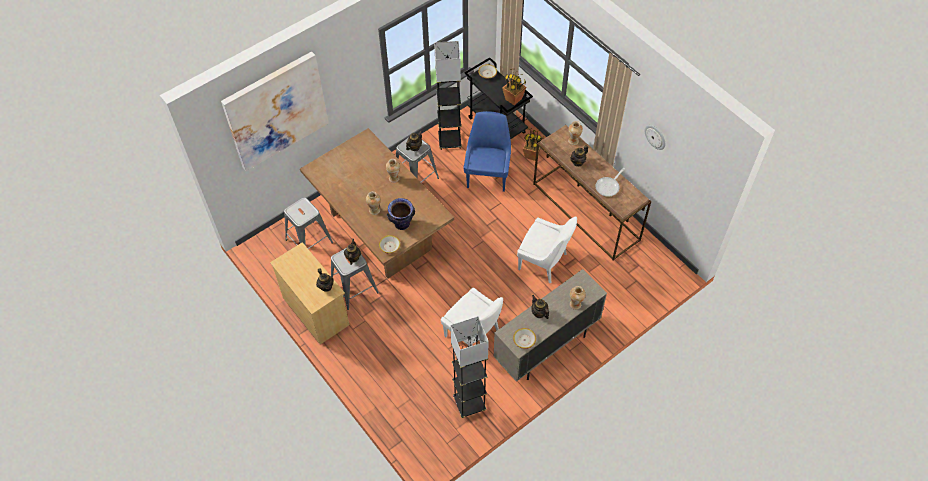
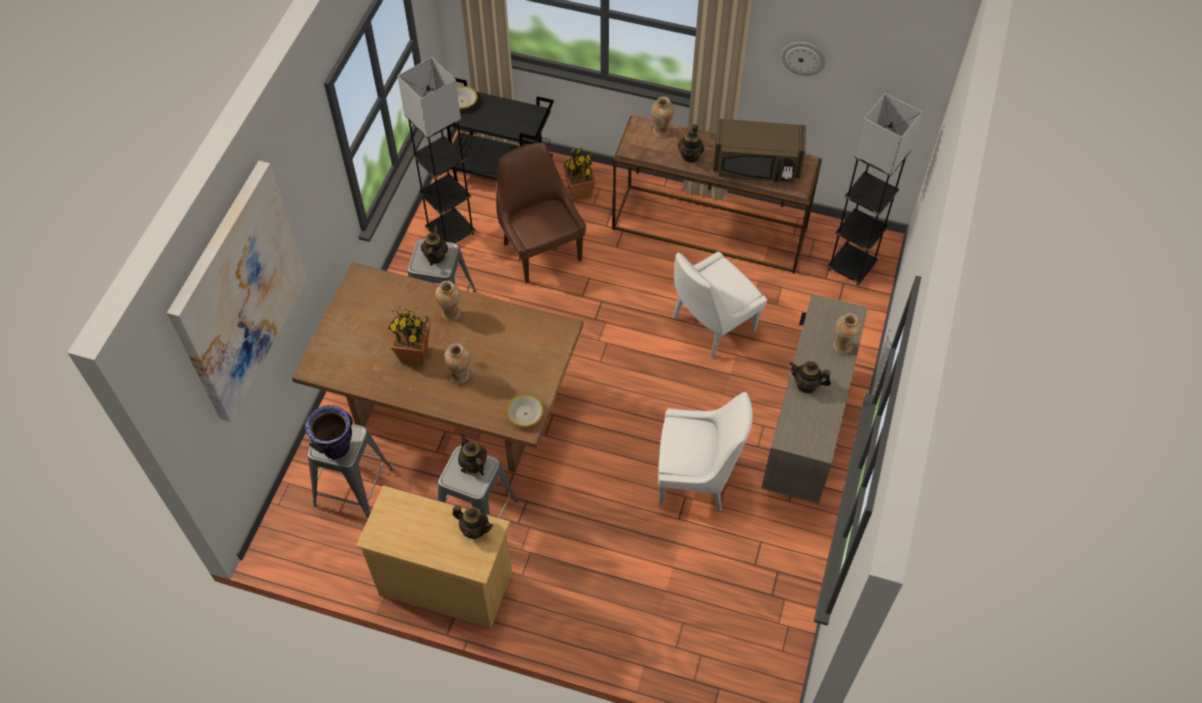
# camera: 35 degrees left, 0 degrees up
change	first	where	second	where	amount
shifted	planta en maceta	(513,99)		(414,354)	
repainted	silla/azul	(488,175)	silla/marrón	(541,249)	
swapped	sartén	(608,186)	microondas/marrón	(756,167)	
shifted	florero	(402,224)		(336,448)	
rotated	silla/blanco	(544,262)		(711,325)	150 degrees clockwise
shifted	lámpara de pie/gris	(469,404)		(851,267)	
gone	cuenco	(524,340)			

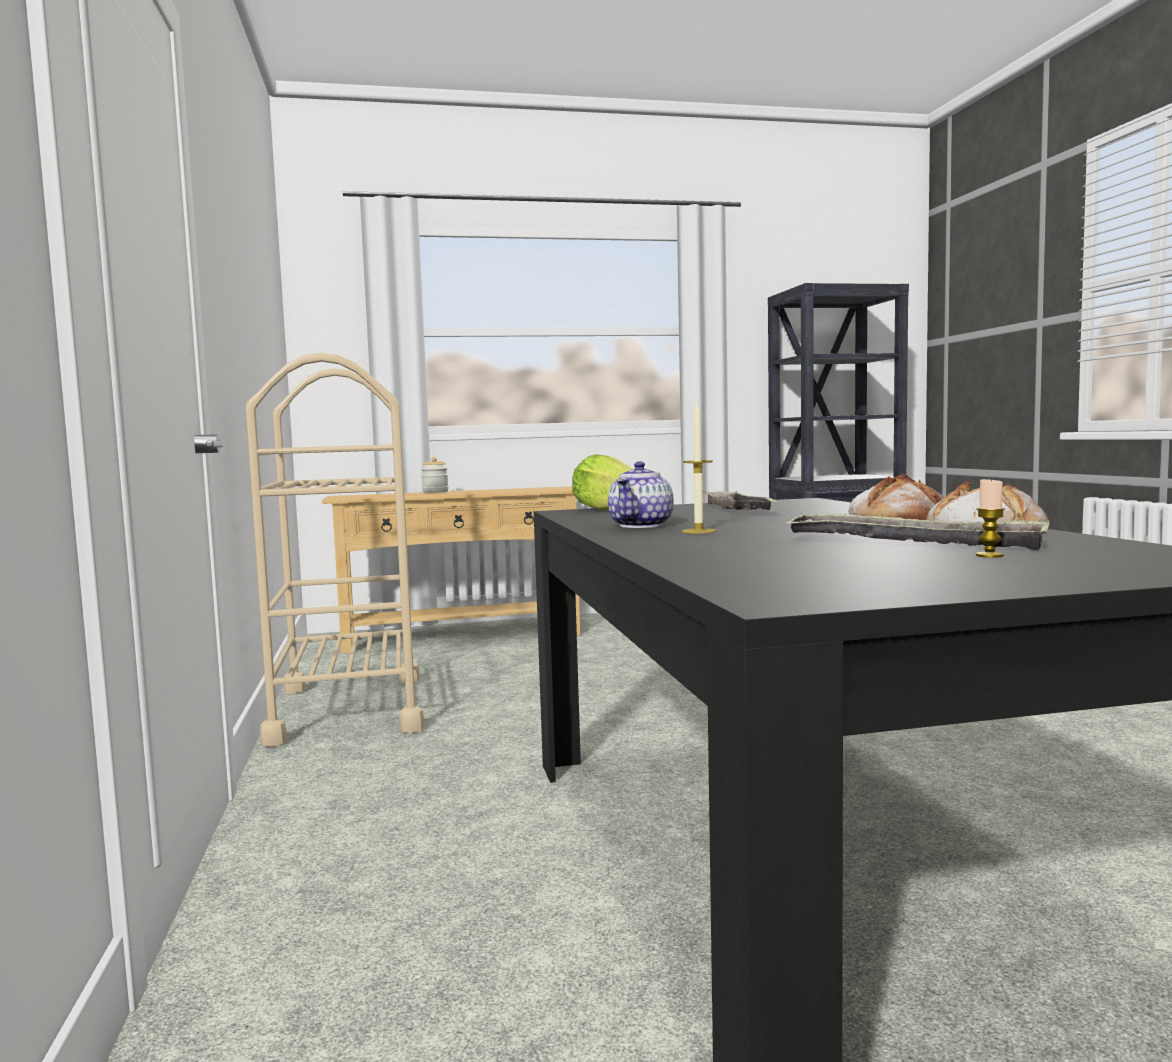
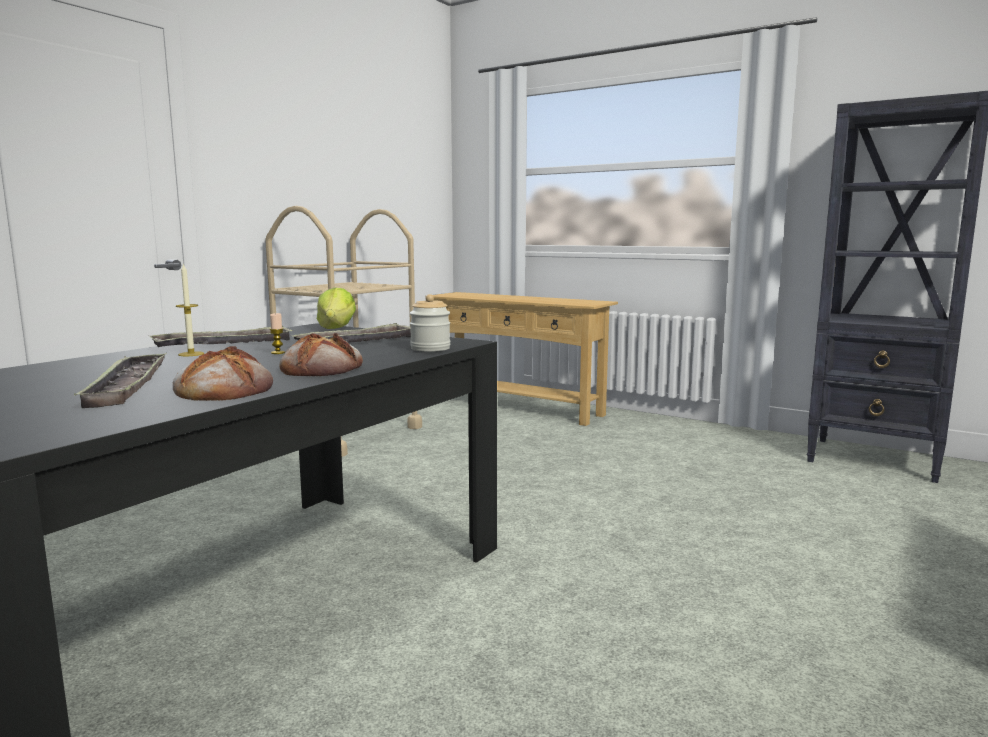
# camera: 45 degrees right, 5 degrees up
change	first	where	second	where	amount
shifted	tarro	(435,492)		(430,348)	
swapped	tetera	(642,525)	bandeja	(225,344)	
shifted	vela	(989,555)		(278,353)	

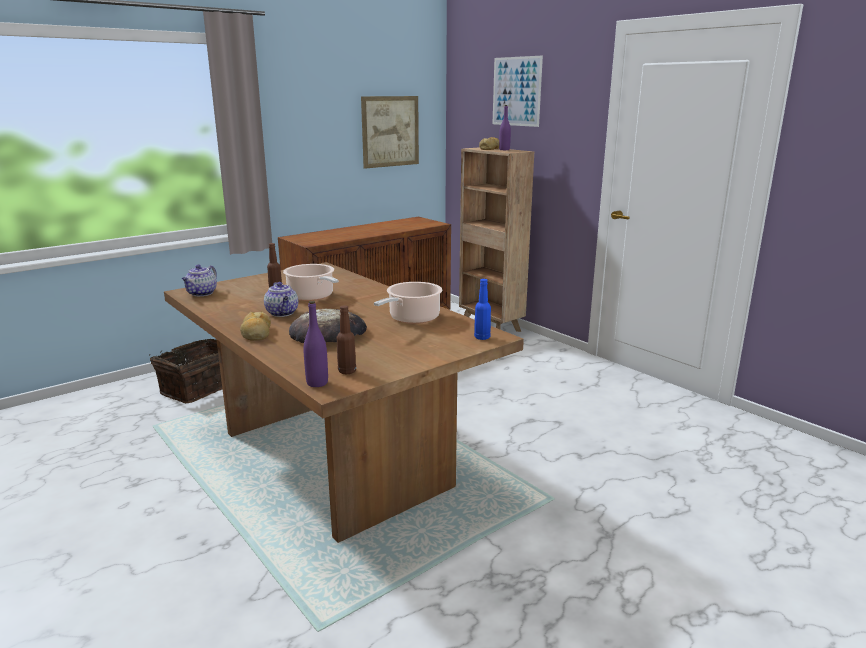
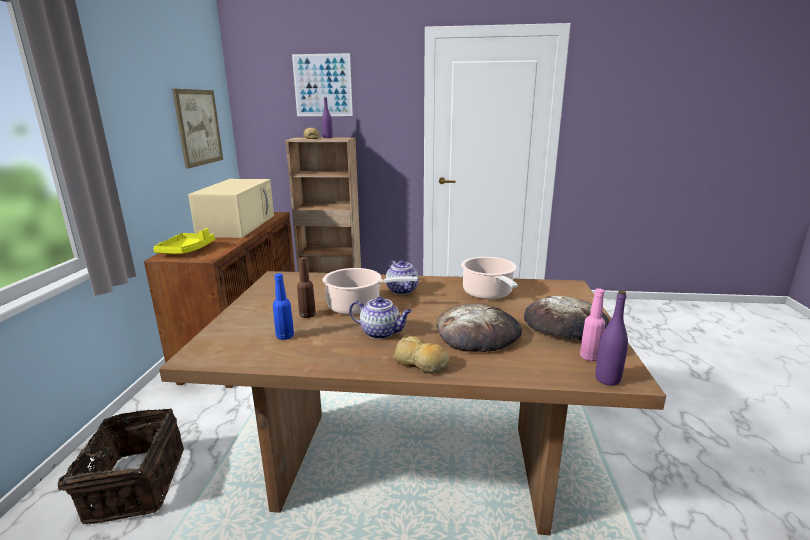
# camera: 45 degrees left, 0 degrees up
change	first	where	second	where	amount
shifted	tetera	(201,293)		(403,290)	
shifted	botella/azul	(482,337)		(285,336)	
repainted	botella/marrón	(347,371)	botella/rosa	(589,357)	
new			microondas/beis	(238,225)	
new			bandeja/amarillo	(187,250)	
new			pan	(566,325)	

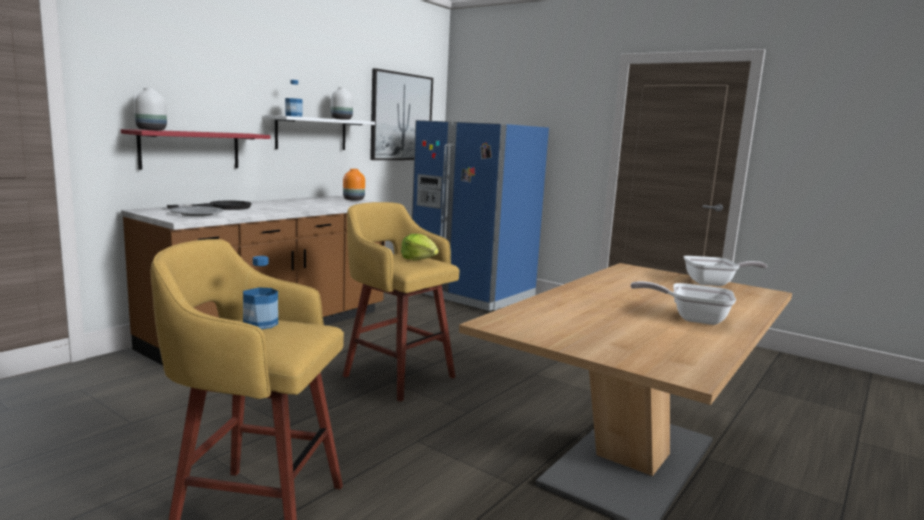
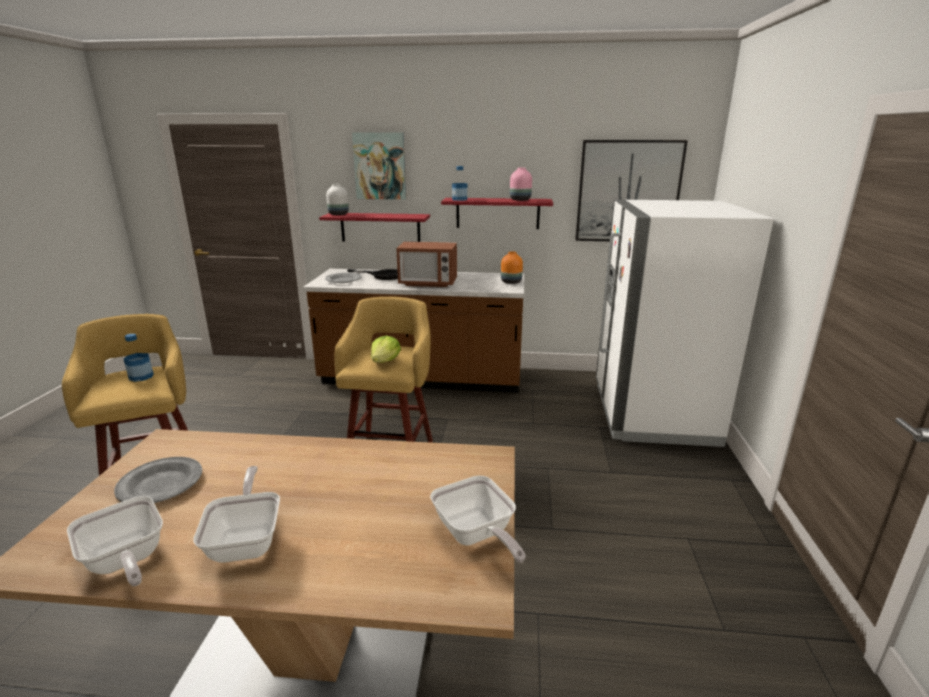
# camera: 60 degrees right, 10 degrees up
change	first	where	second	where	amount
repainted	florero/blanco	(342,119)	florero/rosa	(520,200)	
repainted	estante/blanco	(311,133)	estante/rojo	(497,213)	
repainted	nevera/azul	(472,294)	nevera/blanco	(652,413)	
new			cuadro	(380,166)	
new			microondas	(428,283)	
new			plato/gris	(161,484)	
new			sartén	(125,561)	

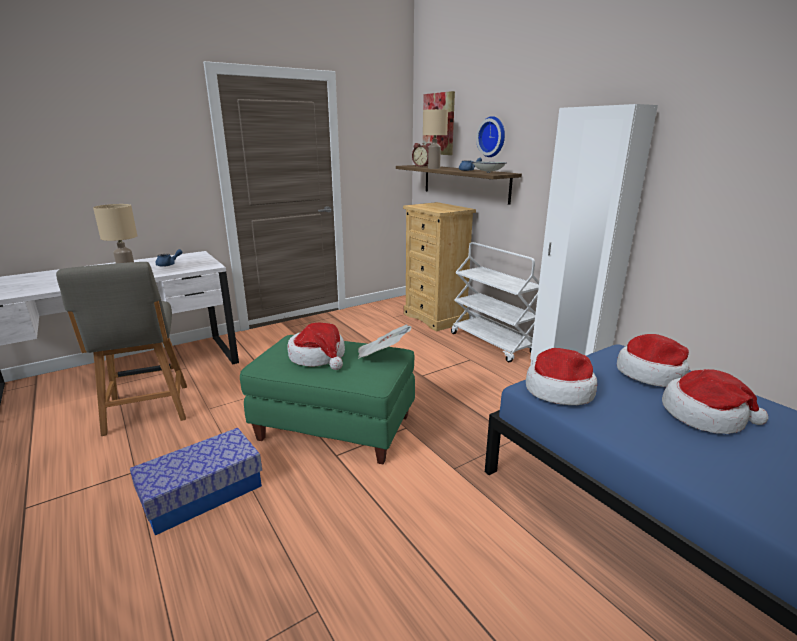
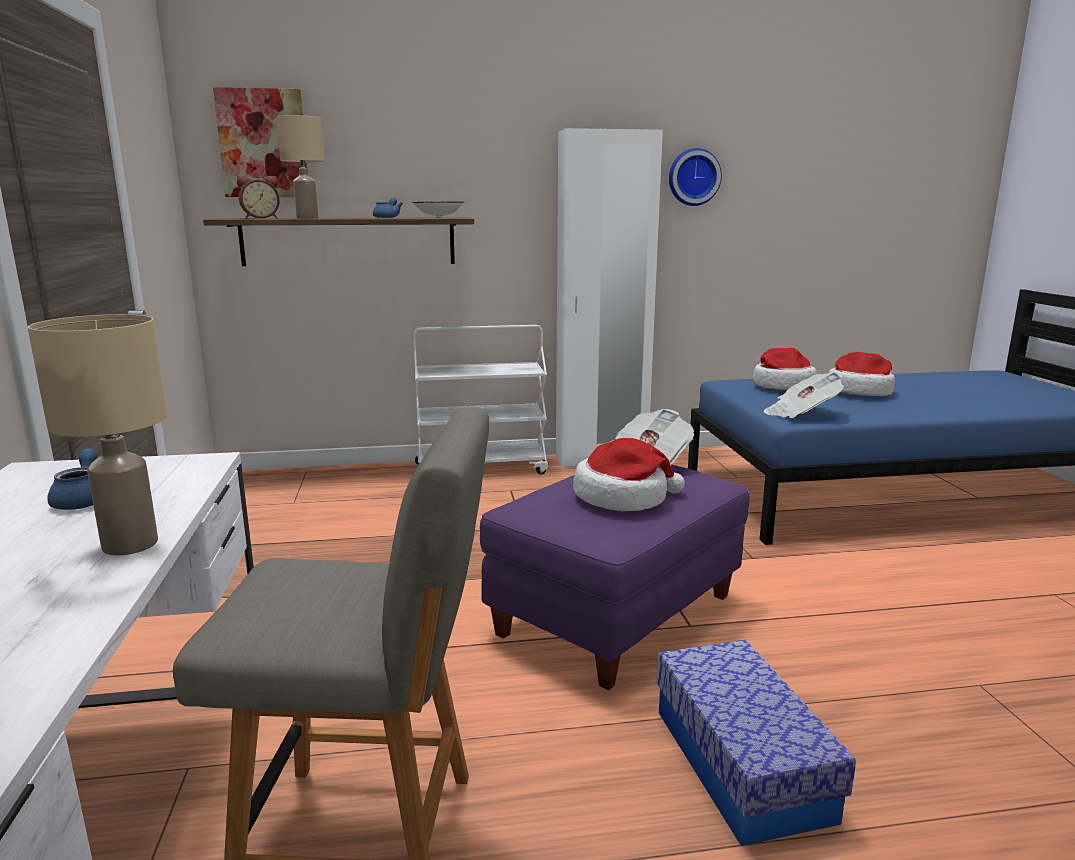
# camera: 65 degrees left, 5 degrees down
change	first	where	second	where	amount
shifted	reloj de pared	(493,137)		(693,177)	
gone	cómoda/beis	(435,318)			
repainted	puf/verde	(335,427)	puf/morado	(615,614)	
swapped	sombrero	(559,390)	periódico	(801,414)	

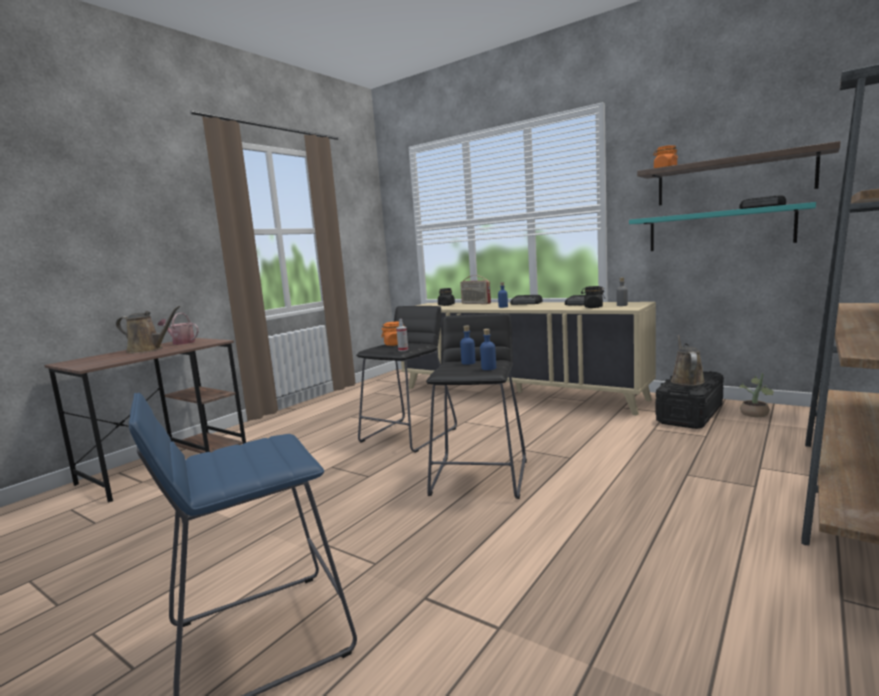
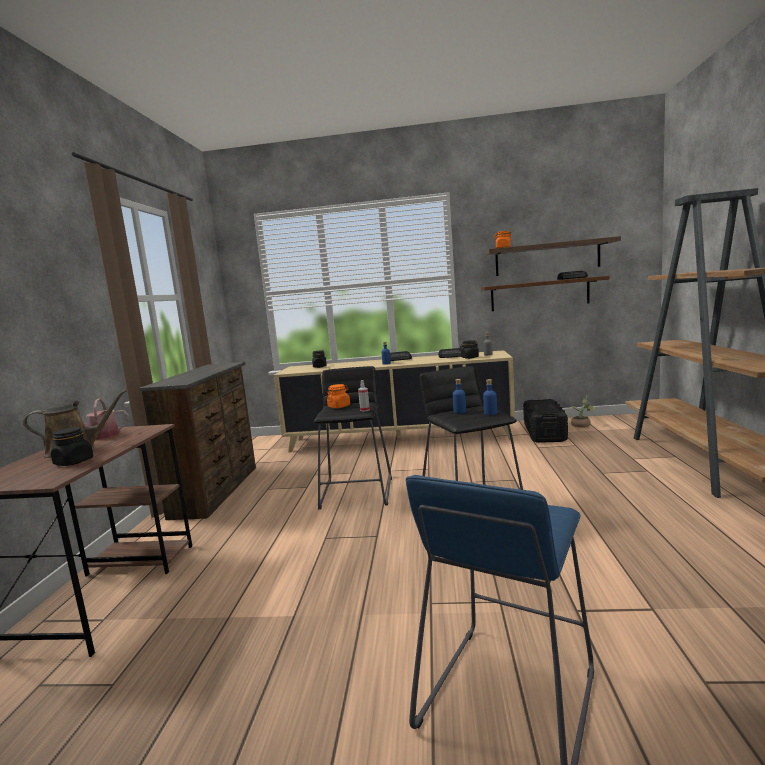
# camera: 30 degrees left, 0 degrees up
change	first	where	second	where	amount
repainted	estante/turquesa	(719,229)	estante/marrón	(539,294)	
gone	radio	(475,303)			
gone	regadera/marrón	(686,381)			
new			cómoda/marrón	(218,490)	
new			tarro/negro	(74,462)	

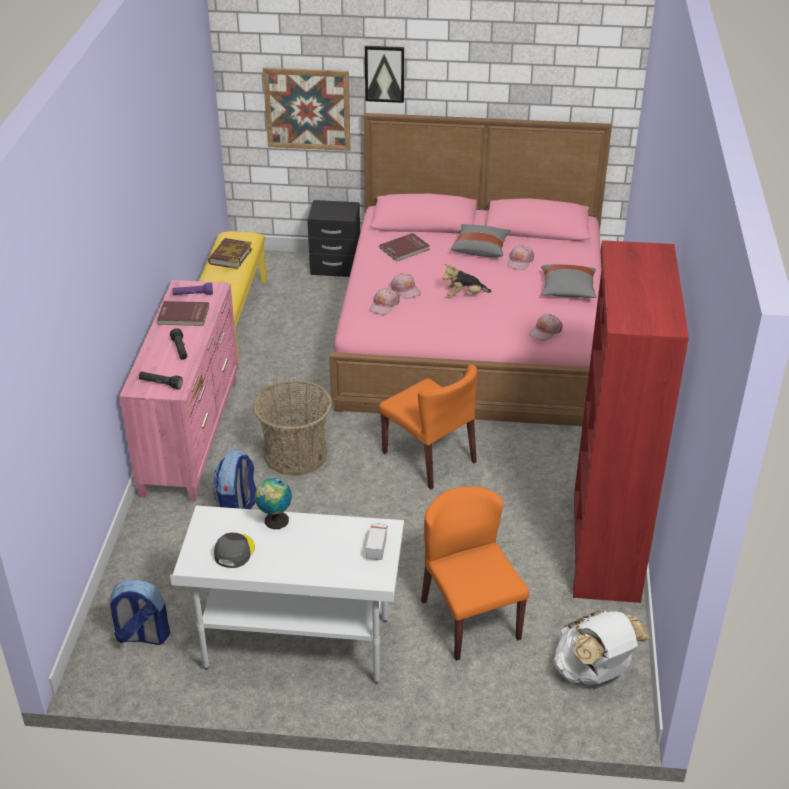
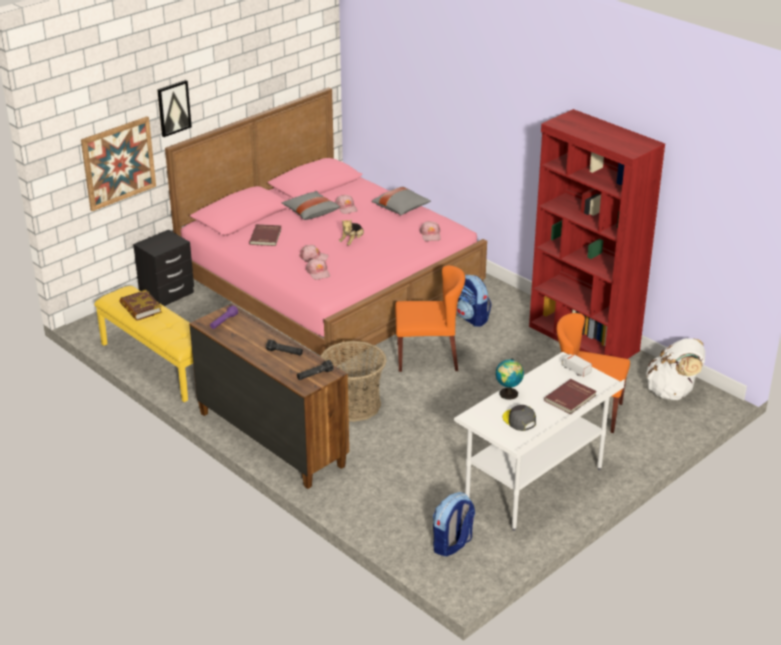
# camera: 50 degrees left, 5 degrees down
change	first	where	second	where	amount
repainted	cómoda/rosa	(192,435)	cómoda/marrón	(271,438)	
shifted	libro/rojo	(183,316)		(571,398)	
shifted	mochila	(237,507)		(472,318)	

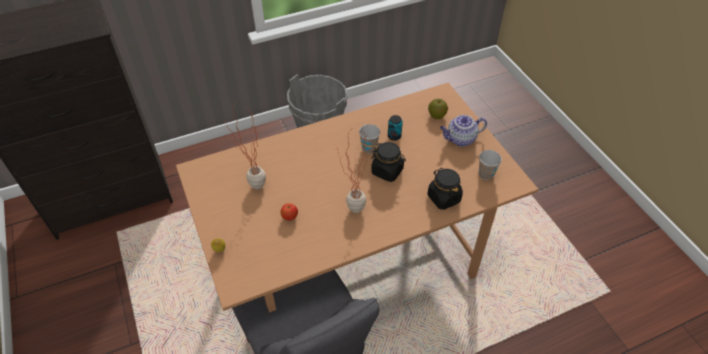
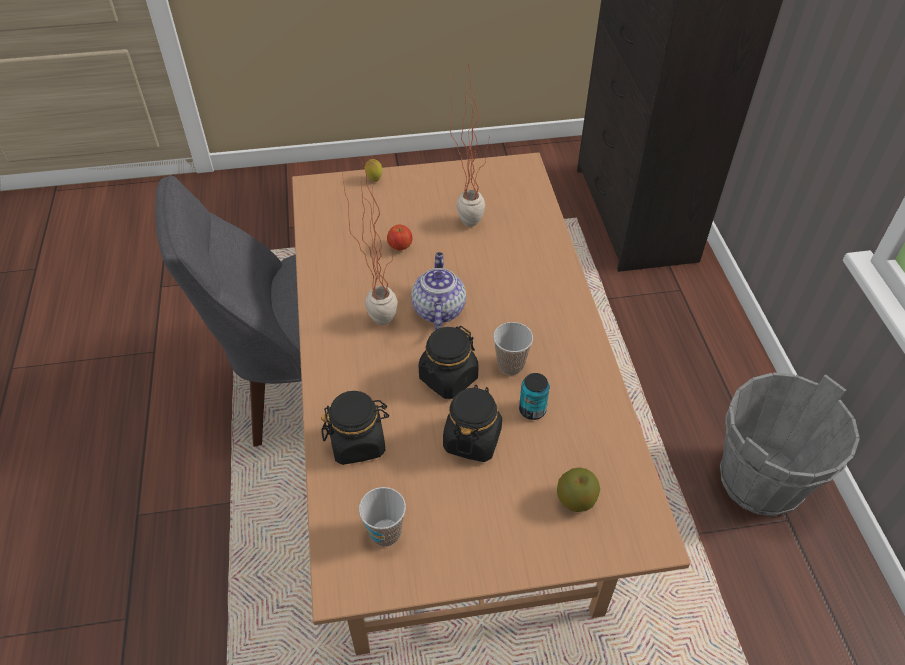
# camera: 105 degrees right, 0 degrees up
change	first	where	second	where	amount
shifted	tetera	(460,139)		(438,309)	
new			tarro/negro	(472,439)	

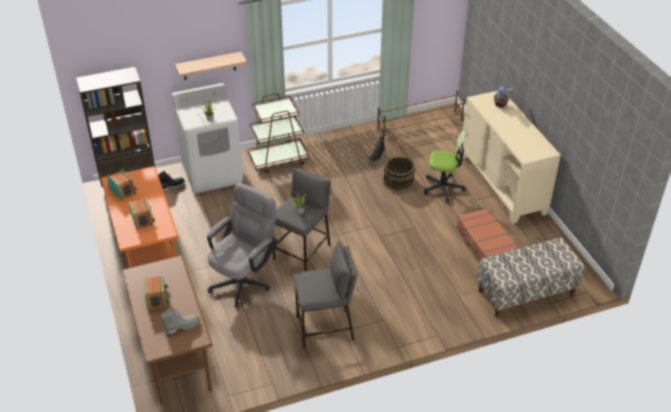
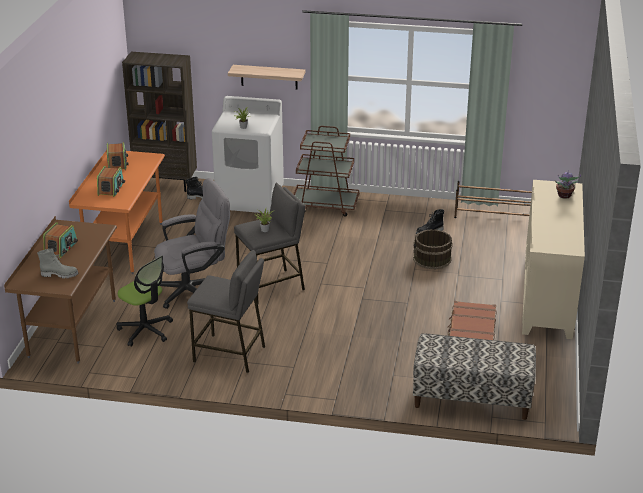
# camera: 30 degrees right, 10 degrees down
change	first	where	second	where	amount
shifted	silla de oficina	(443,188)		(145,330)	

